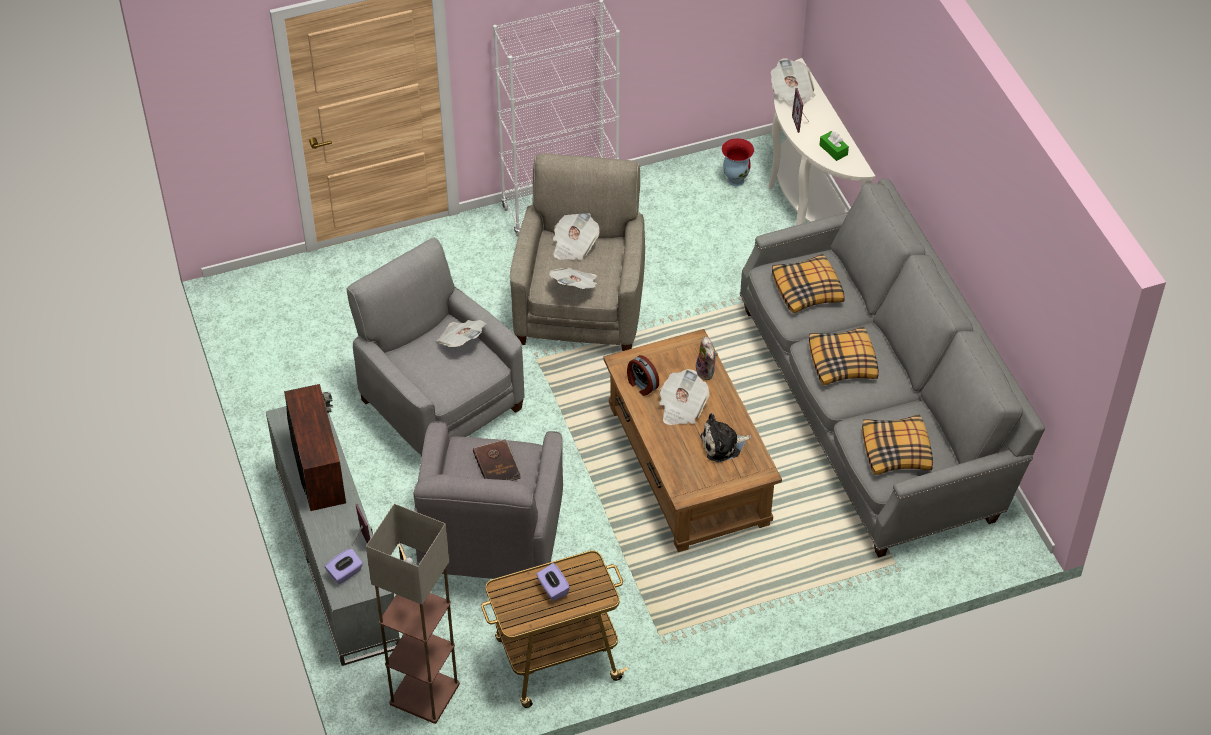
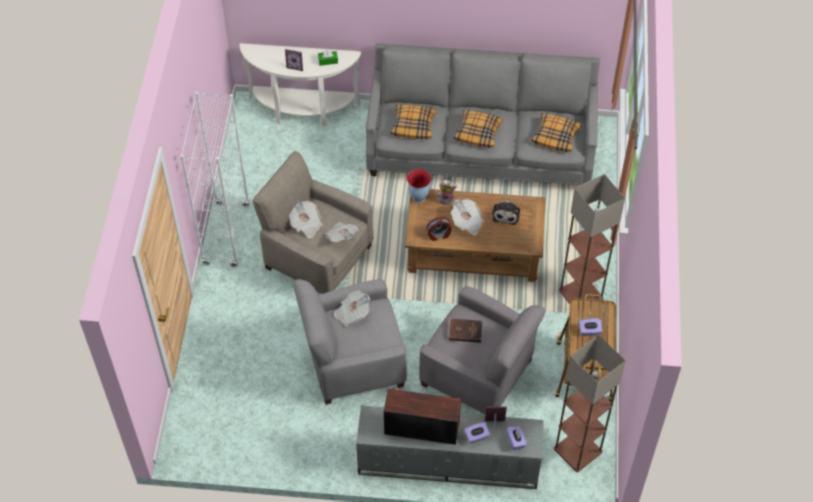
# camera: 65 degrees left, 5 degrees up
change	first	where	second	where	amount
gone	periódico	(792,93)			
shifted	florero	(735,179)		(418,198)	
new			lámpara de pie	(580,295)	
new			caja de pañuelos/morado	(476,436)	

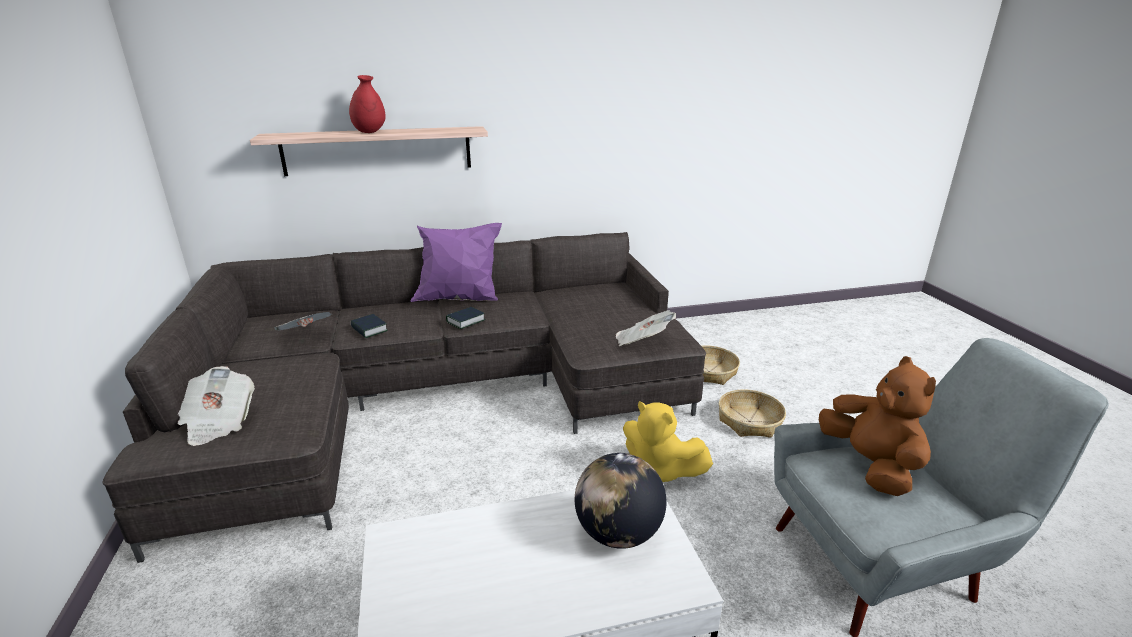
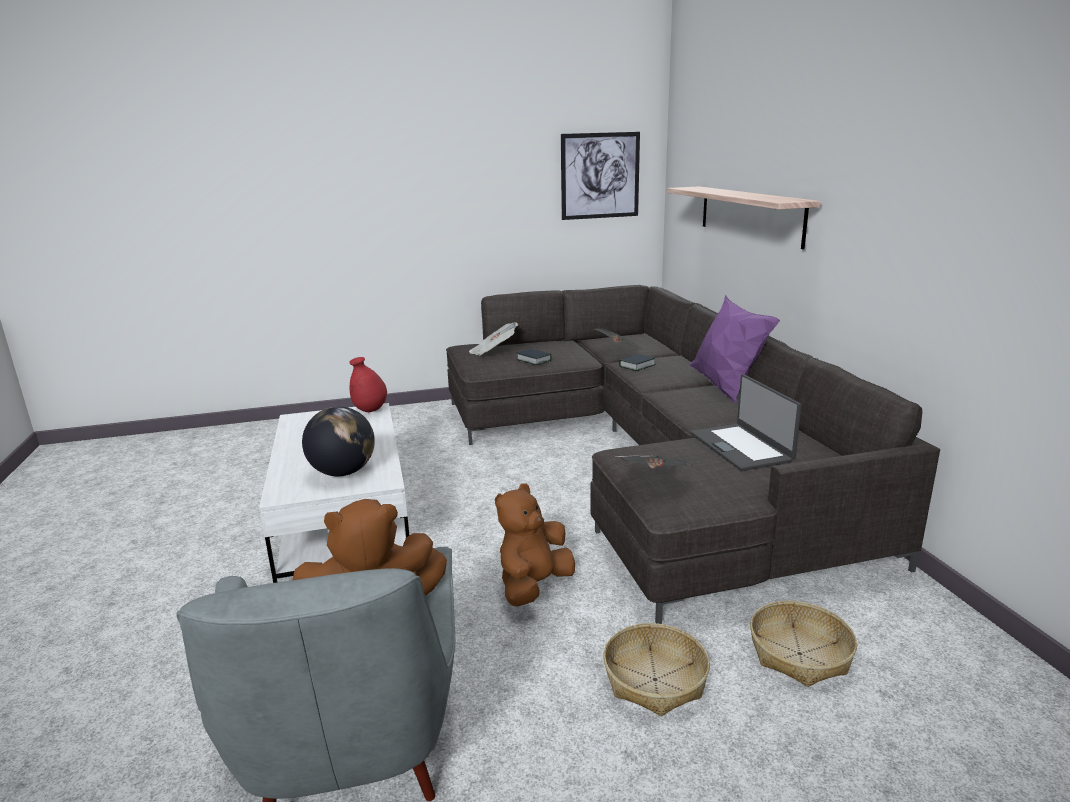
# camera: 90 degrees right, 5 degrees down
change	first	where	second	where	amount
shifted	florero/rojo	(369,132)		(370,410)	
shifted	libro	(465,321)		(534,360)	
repainted	peluche/amarillo	(659,470)	peluche/marrón	(534,586)	
new			cuadro	(600,176)	
new			portátil	(741,447)	

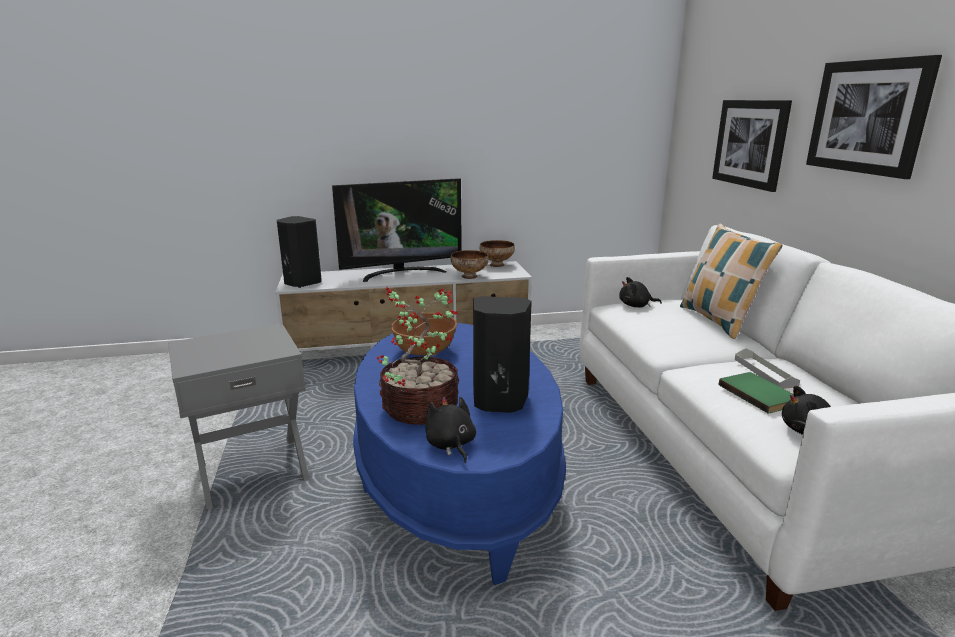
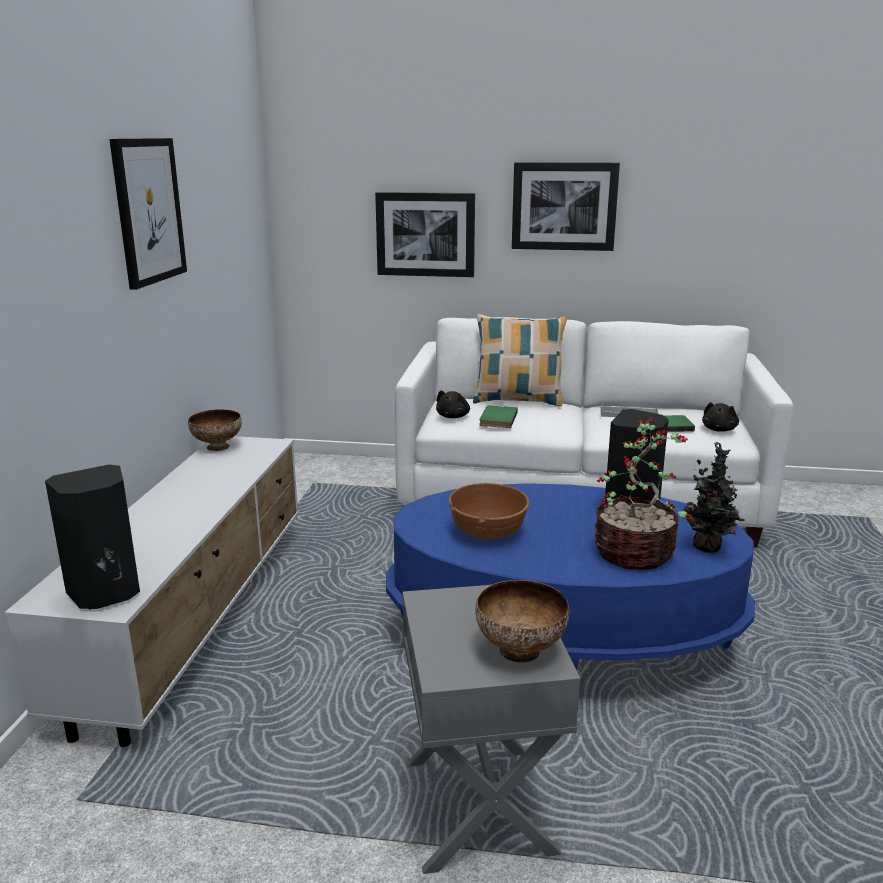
# camera: 70 degrees left, 0 degrees up
change	first	where	second	where	amount
gone	televisor	(401,273)			
shifted	cuenco	(469,276)		(520,652)	
swapped	peluche/negro	(451,445)	planta en maceta	(709,548)	
new			cuadro	(148,211)	
new			libro/verde	(496,419)	

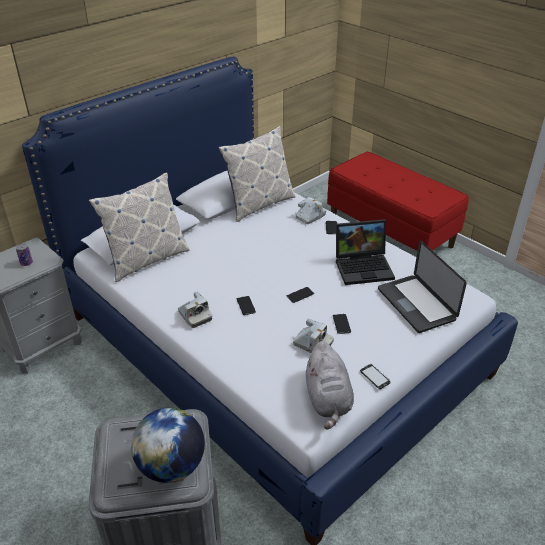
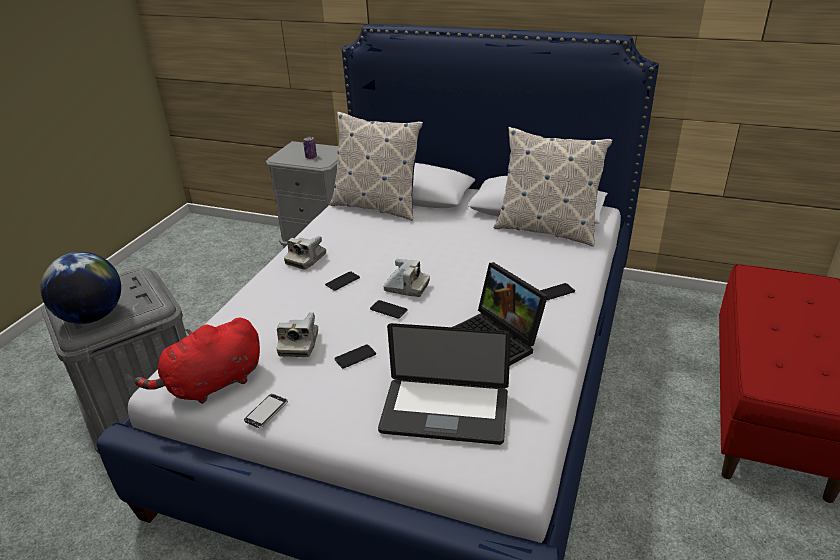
# camera: 65 degrees right, 5 degrees down
change	first	where	second	where	amount
shifted	cámara	(310,216)		(406,287)	
rotated	portátil	(416,304)		(444,412)	120 degrees counterclockwise
repainted	peluche/gris	(328,400)	peluche/rojo	(212,385)	

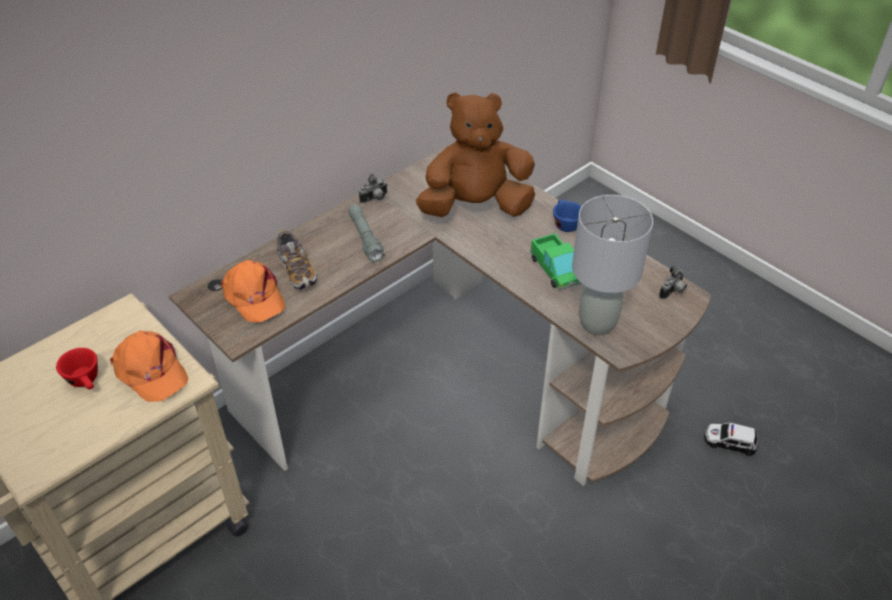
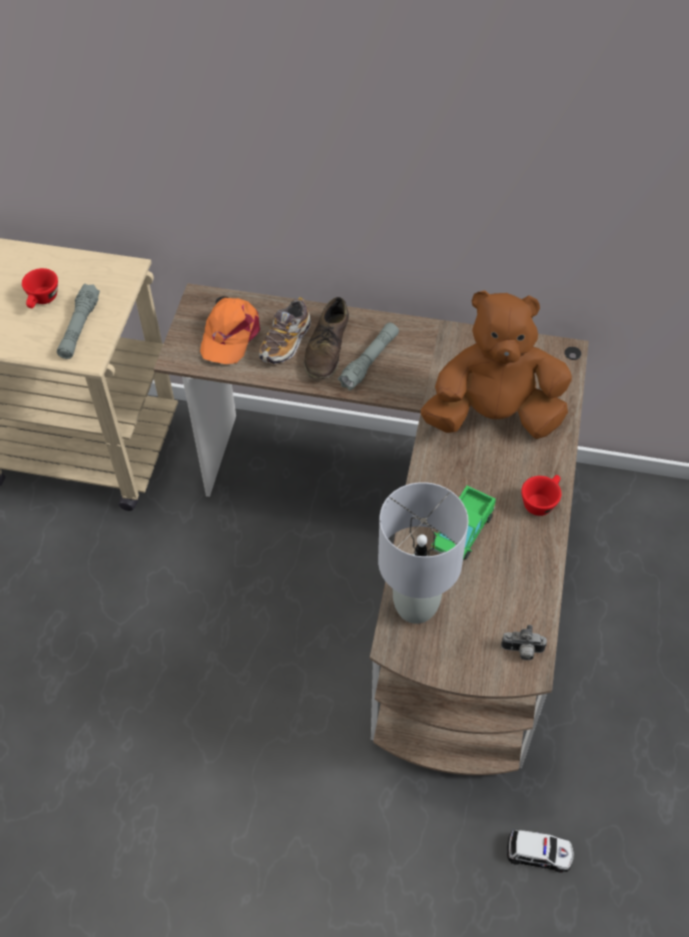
# camera: 55 degrees right, 10 degrees up
change	first	where	second	where	amount
rotated	peluche/marrón	(475,207)		(493,415)	45 degrees counterclockwise
gone	cámara	(375,199)			
repainted	taza/azul	(564,223)	taza/rojo	(541,501)	
swapped	gorra/naranja	(150,371)	linterna/gris	(79,328)	
rotated	coche de juguete	(729,441)		(539,852)	120 degrees clockwise
new			zapato/marrón	(327,348)	

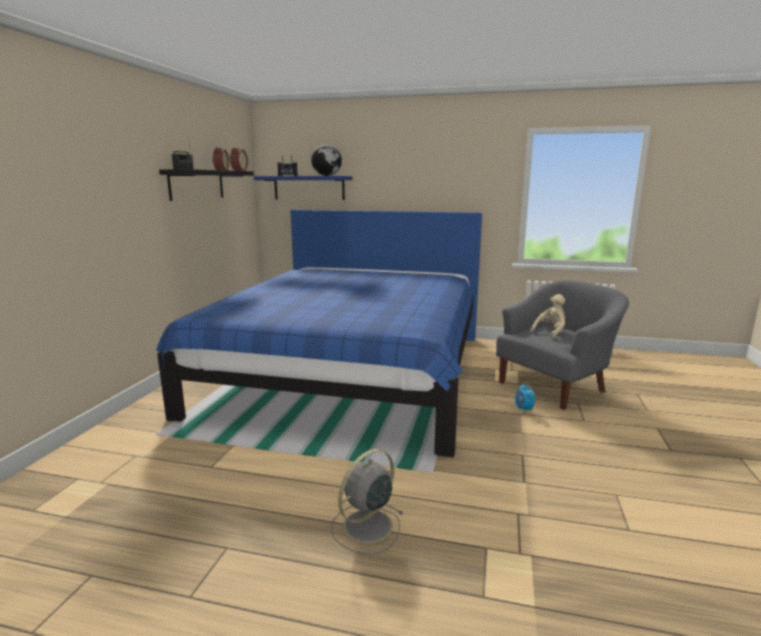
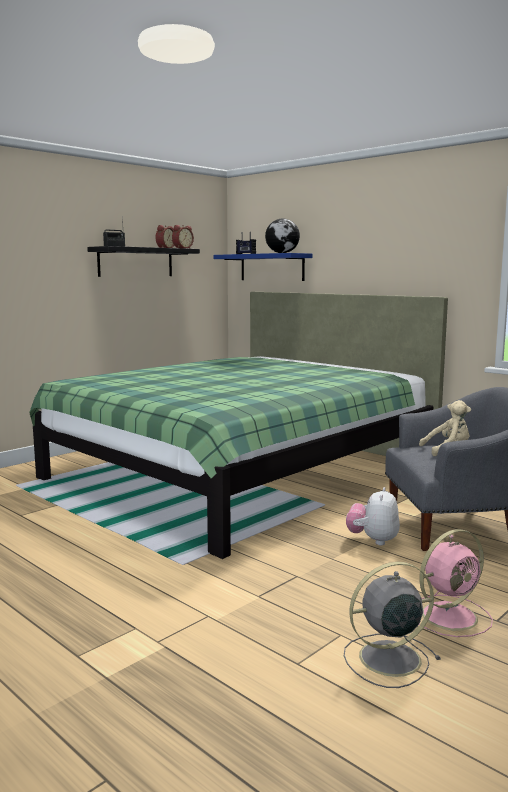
# camera: 30 degrees right, 5 degrees down
change	first	where	second	where	amount
repainted	cama/azul	(350,372)	cama/verde	(241,471)	
swapped	despertador	(523,410)	peluche	(373,540)	
shifted	ventilador/gris	(366,527)		(387,659)	
new			ventilador/rosa	(451,615)	

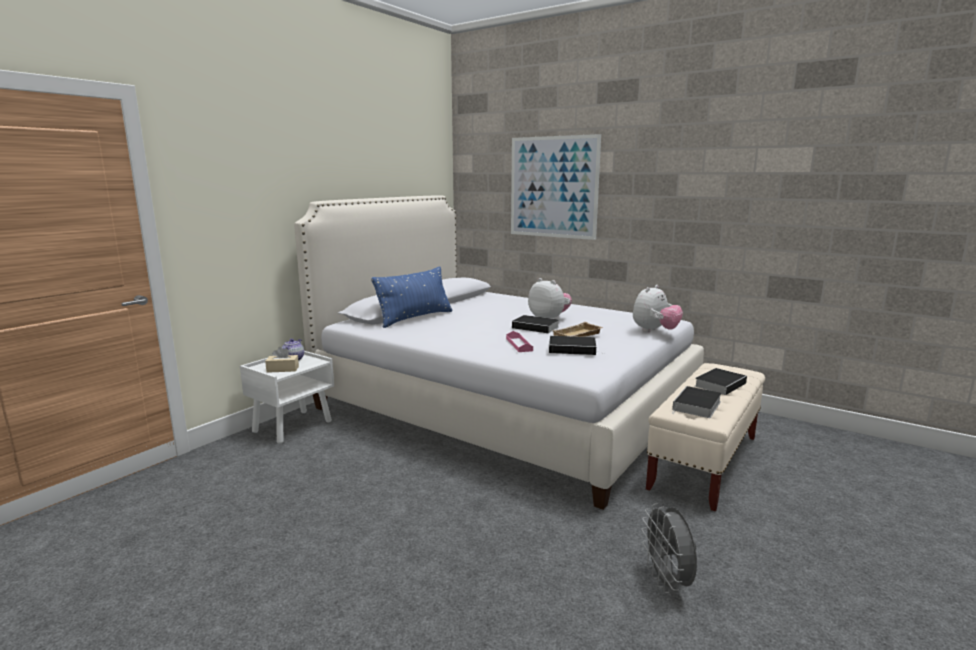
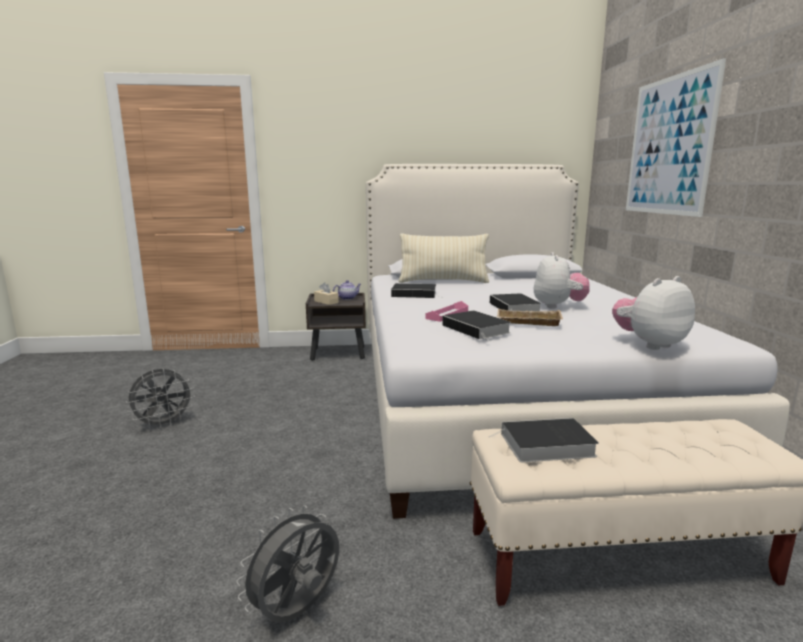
# camera: 50 degrees right, 0 degrees up
change	first	where	second	where	amount
repainted	cojín/azul	(415,318)	cojín/beis	(443,281)	
rotated	peluche	(654,331)		(649,344)	150 degrees clockwise
repainted	mesita de noche/blanco	(293,426)	mesita de noche/marrón	(339,353)	
shifted	libro	(720,384)		(415,294)	
new			ventilador/gris	(164,424)	

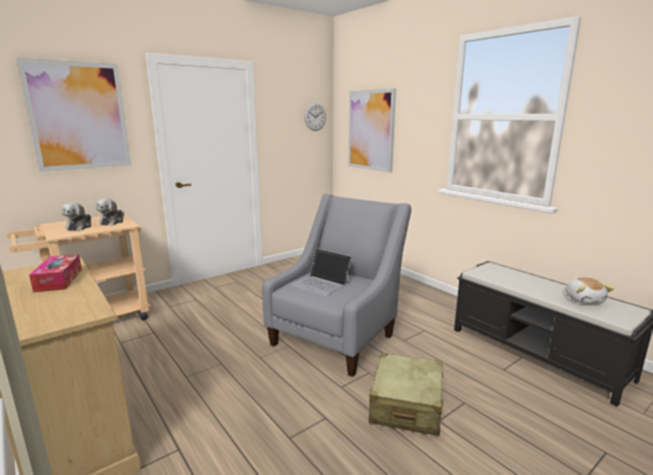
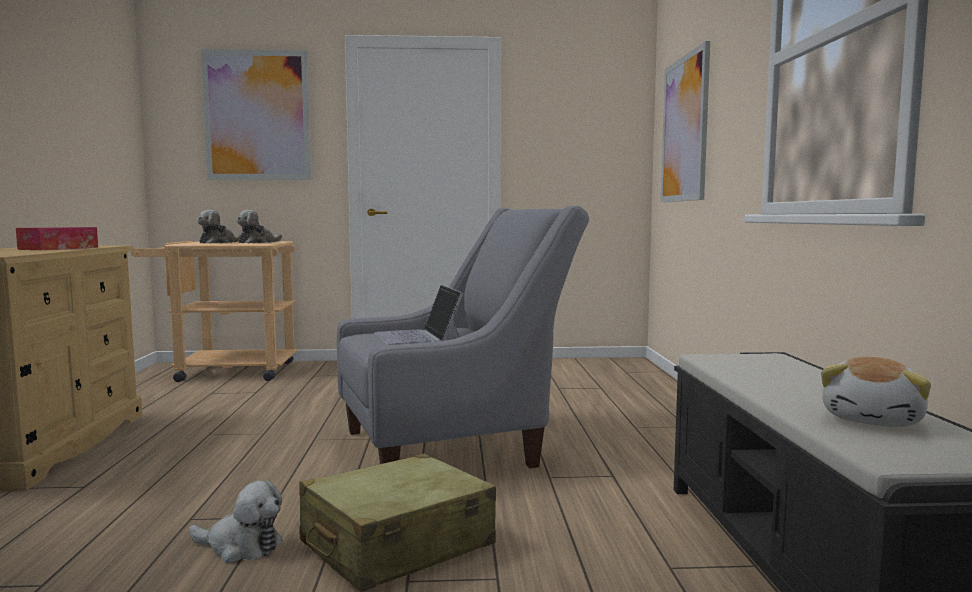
# camera: 35 degrees right, 10 degrees down
change	first	where	second	where	amount
gone	reloj de pared	(315,117)			
new			peluche	(241,546)	

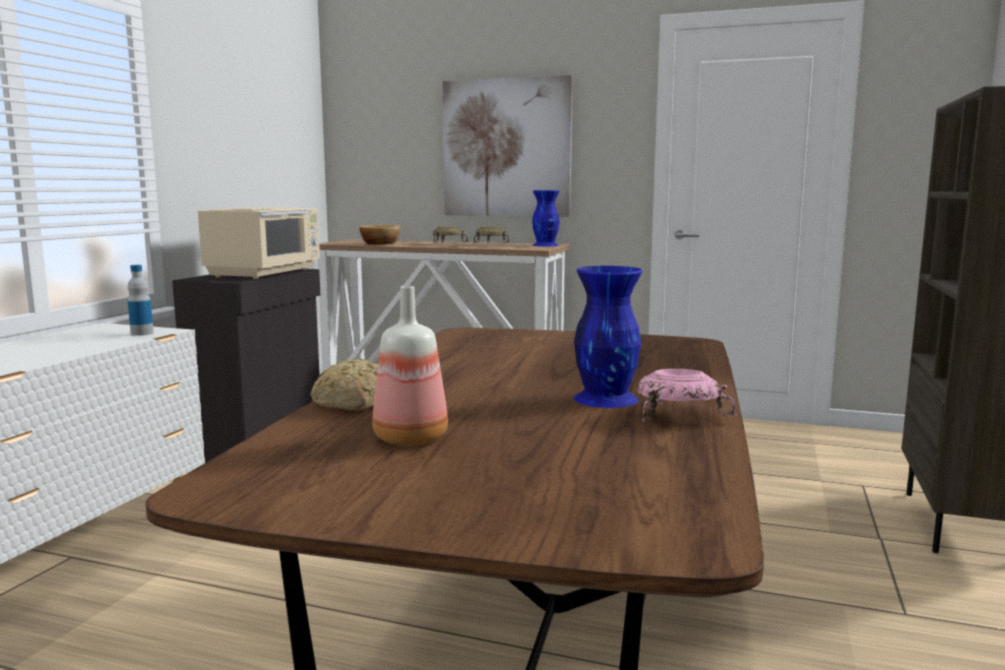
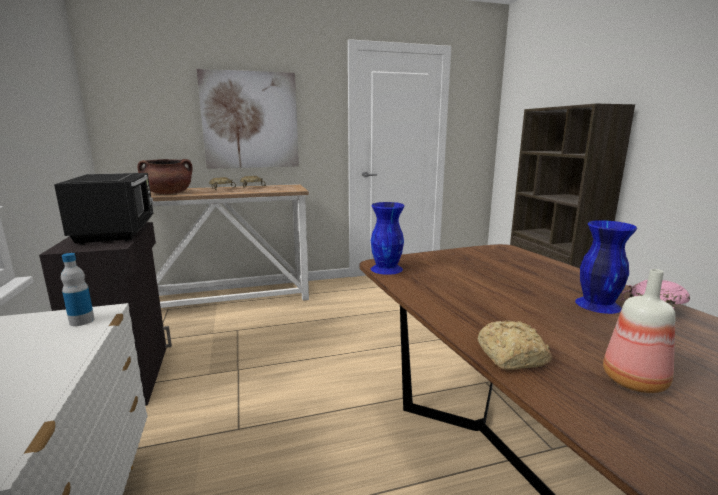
# camera: 35 degrees left, 5 degrees up
change	first	where	second	where	amount
shifted	florero/azul	(546,245)		(387,269)	
repainted	microondas/beis	(266,273)	microondas/negro	(117,232)	
swapped	cuenco	(380,243)	olla/marrón	(168,193)	

